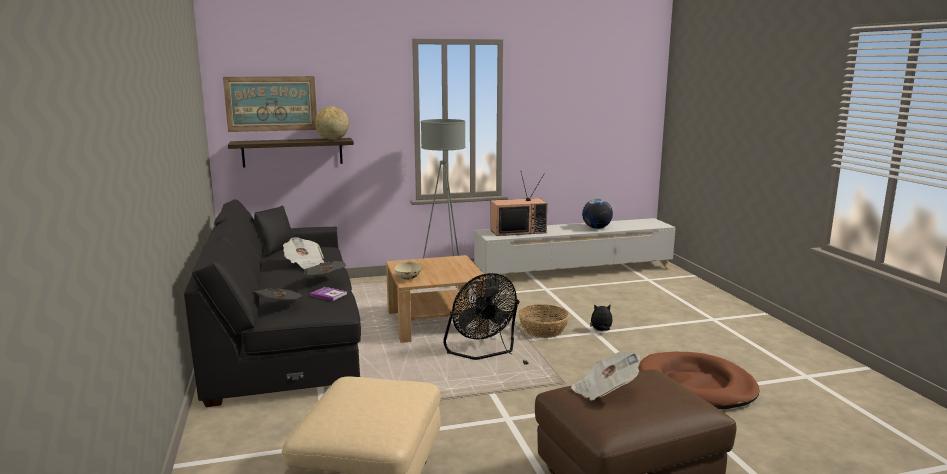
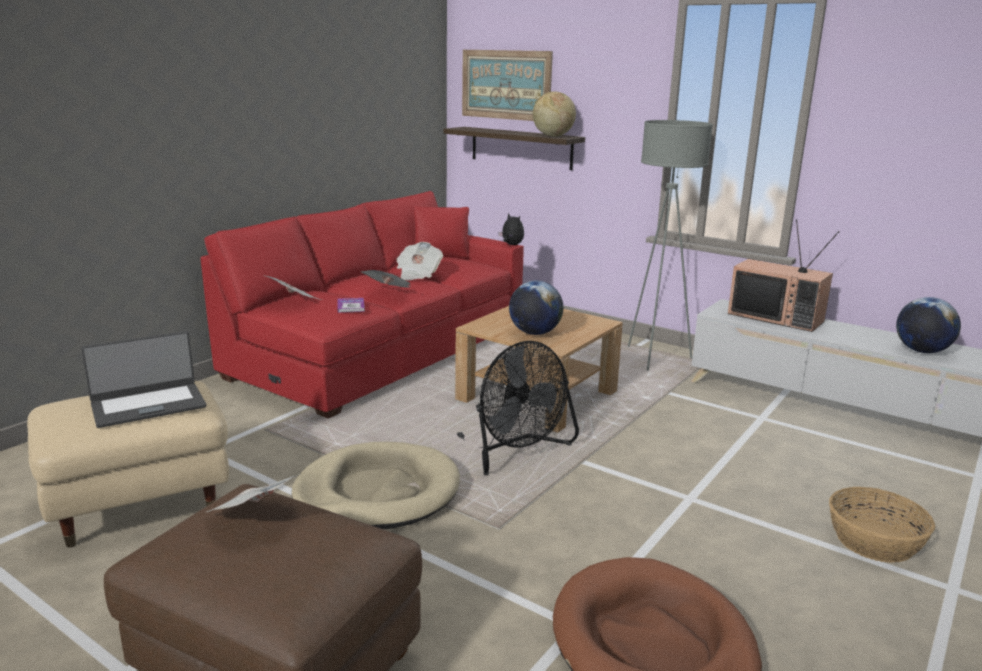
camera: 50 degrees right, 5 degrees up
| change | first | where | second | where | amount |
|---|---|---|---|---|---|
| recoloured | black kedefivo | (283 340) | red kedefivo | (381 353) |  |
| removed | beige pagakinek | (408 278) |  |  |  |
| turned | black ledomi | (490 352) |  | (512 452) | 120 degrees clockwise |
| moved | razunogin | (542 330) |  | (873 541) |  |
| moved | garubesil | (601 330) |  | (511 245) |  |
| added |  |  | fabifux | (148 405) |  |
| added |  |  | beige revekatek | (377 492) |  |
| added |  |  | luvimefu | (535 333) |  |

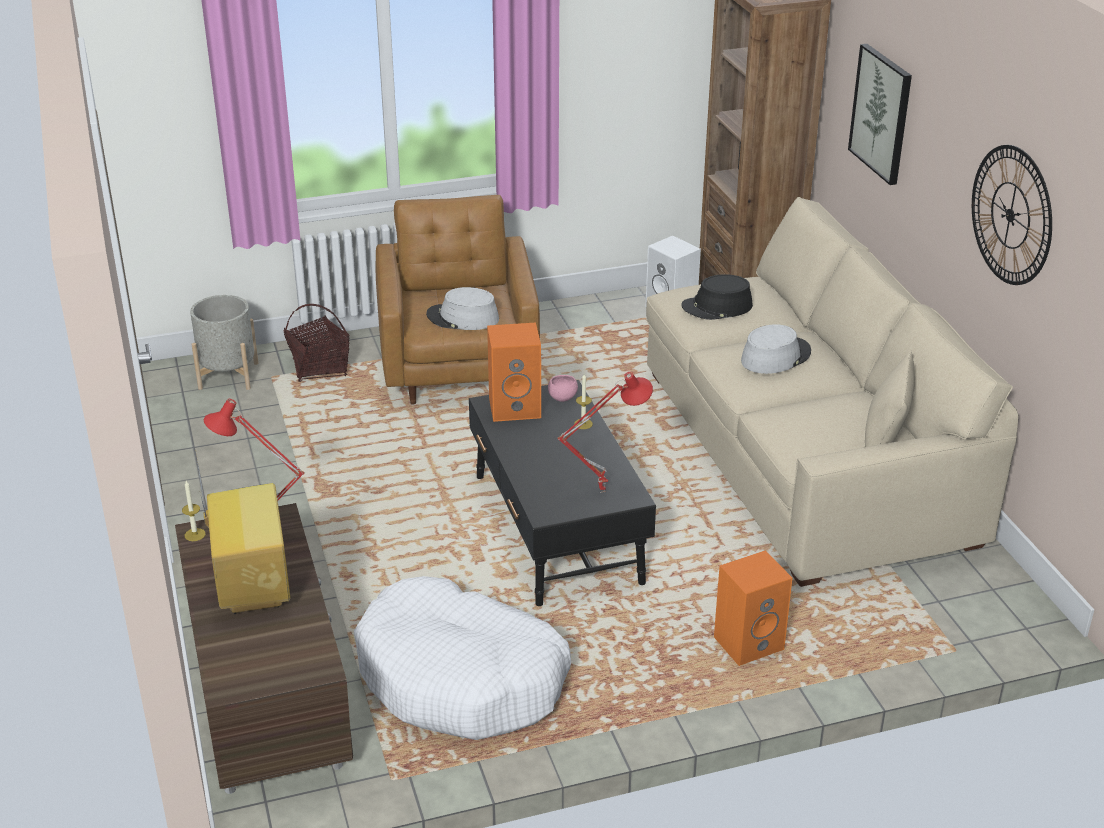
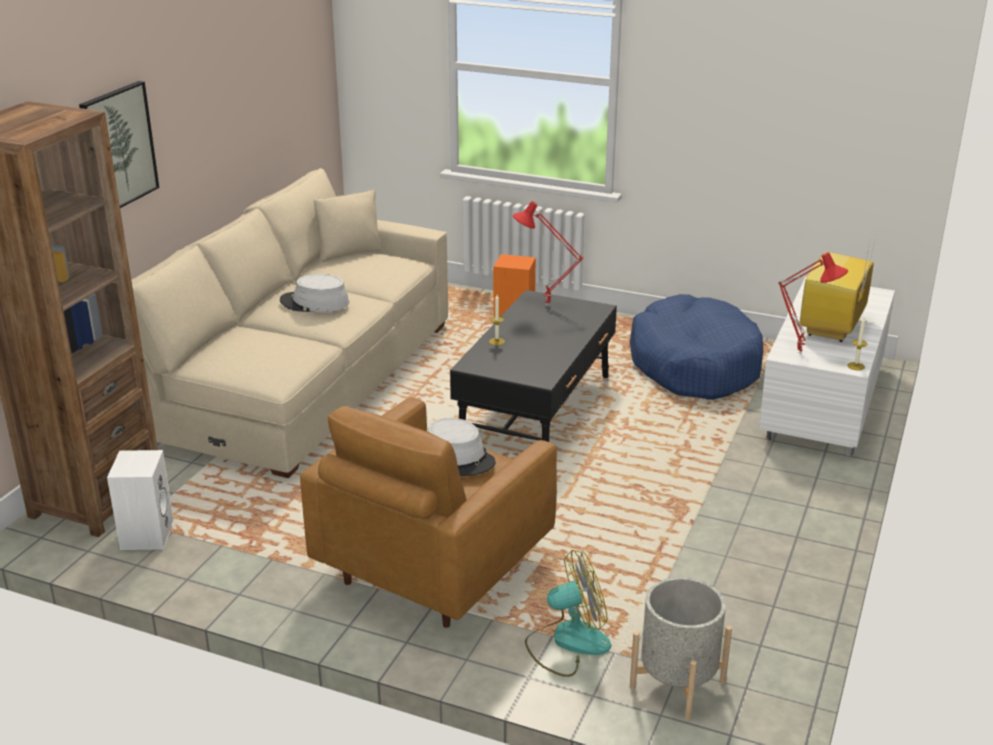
camera: 140 degrees left, 5 degrees down
| change | first | where | second | where | amount |
|---|---|---|---|---|---|
| recoloured | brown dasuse | (268 689) | white dasuse | (822 403) |  |
| replaced | razunogin | (320 368) | ledomi | (567 642) |  |
| recoloured | white revekatek | (461 678) | blue revekatek | (694 365) |  |
| removed | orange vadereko | (516 407) |  |  |  |
| removed | pink pagakinek | (563 398) |  |  |  |
| removed | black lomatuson | (717 307) |  |  |  |
| removed | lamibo | (1010 215) |  |  |  |

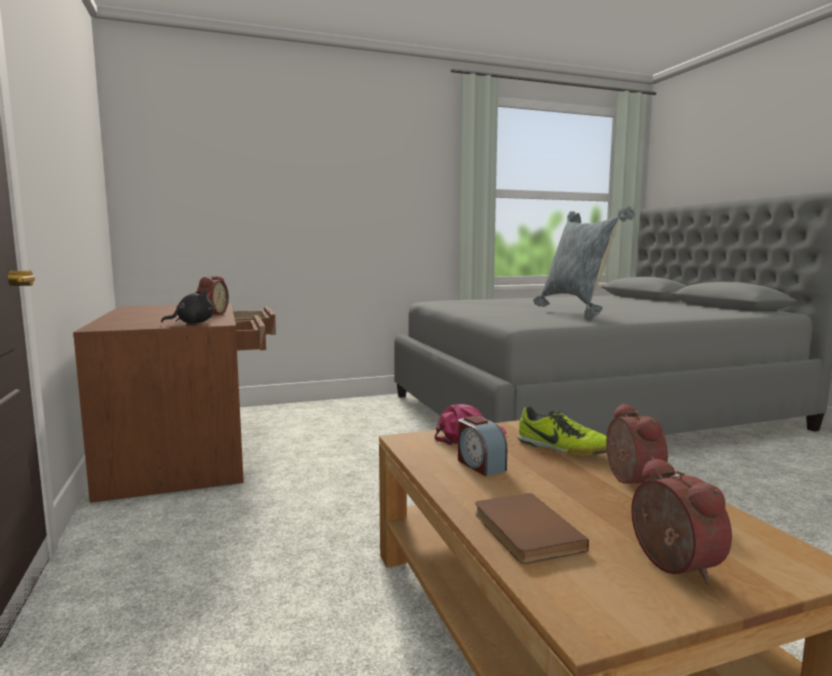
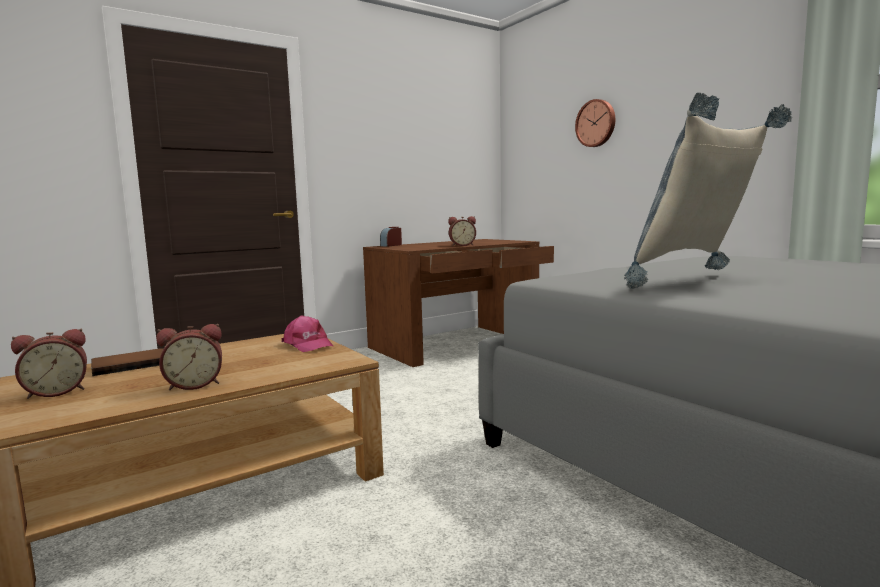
camera: 75 degrees right, 0 degrees up
| change | first | where | second | where | amount |
|---|---|---|---|---|---|
| removed | black garubesil | (192 323) |  |  |  |
| moved | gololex | (480 465) |  | (391 245) |  |
| removed | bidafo | (563 449) |  |  |  |
| added |  |  | lamibo | (596 123) |  |

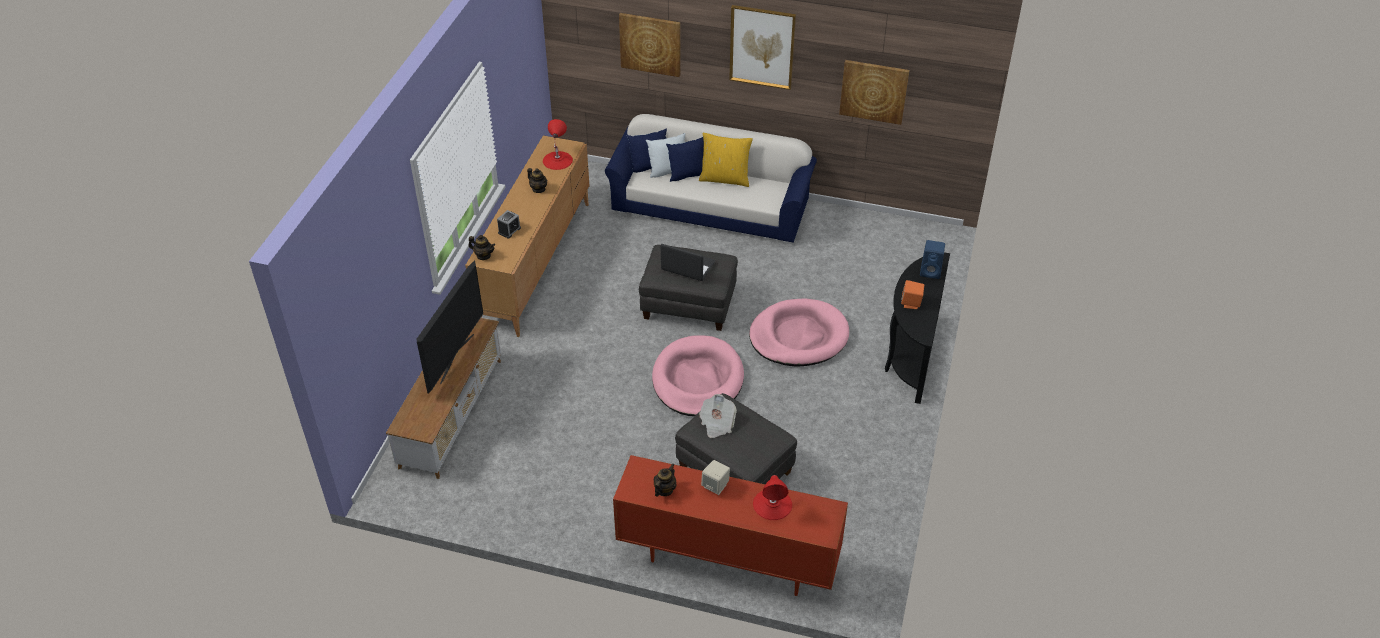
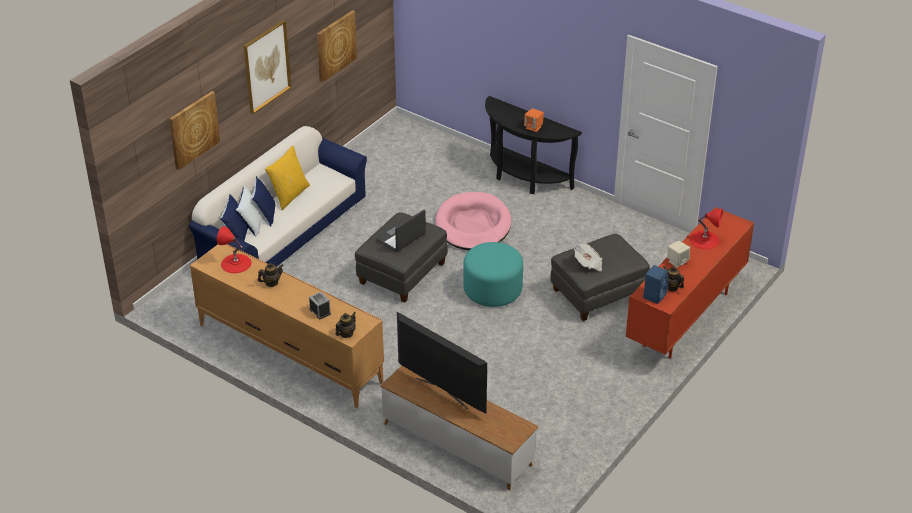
camera: 70 degrees left, 5 degrees down
| change | first | where | second | where | amount |
|---|---|---|---|---|---|
| replaced | pink revekatek | (698 380) | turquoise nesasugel | (493 290) |  |
| moved | blue vadereko | (931 272) |  | (654 295) |  |

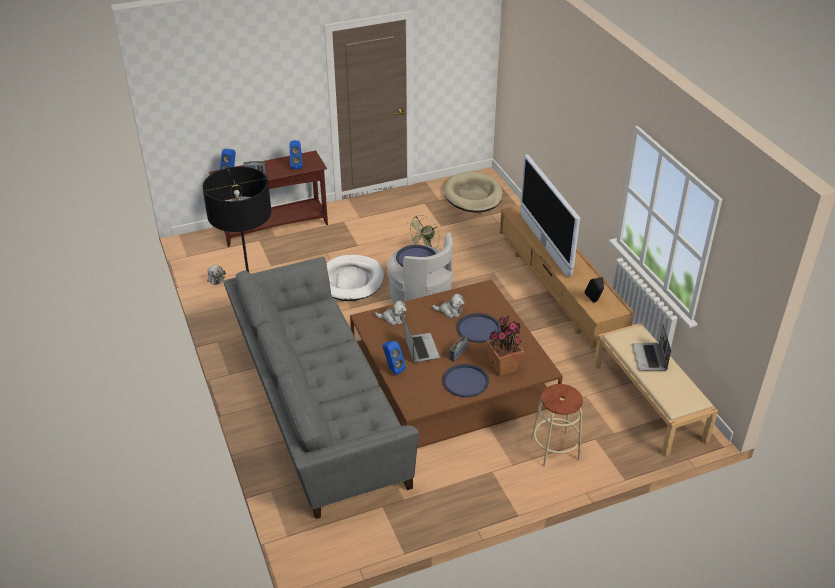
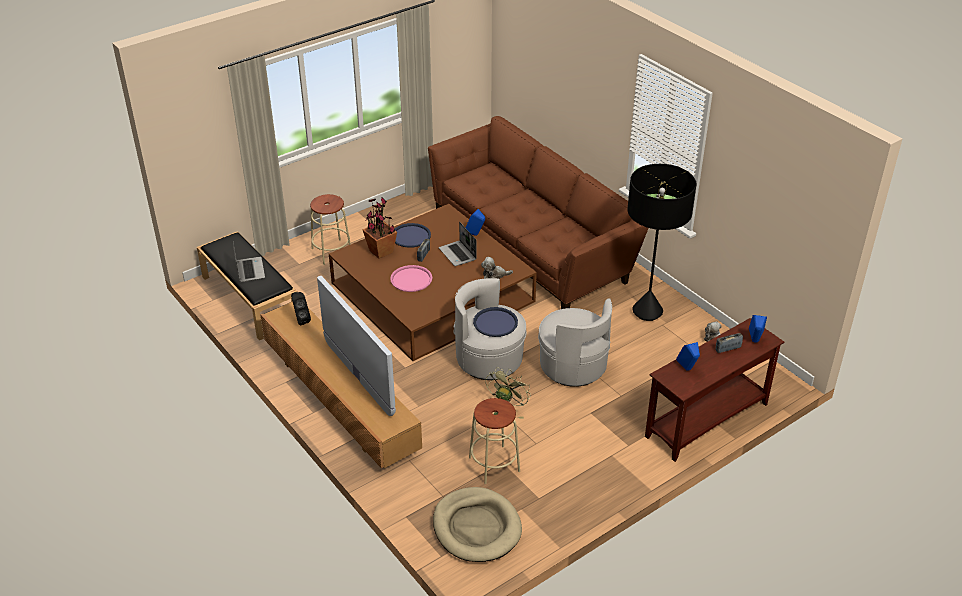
camera: 165 degrees right, 0 degrees up
| change | first | where | second | where | amount |
|---|---|---|---|---|---|
| recoloured | grey kedefivo | (317 413) | brown kedefivo | (532 244) |  |
| replaced | white revekatek | (351 281) | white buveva | (572 366) |  |
| removed | garubesil | (450 311) |  |  |  |
| recoloured | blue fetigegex | (478 328) | pink fetigegex | (411 279) |  |
| recoloured | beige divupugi | (649 402) | black divupugi | (249 298) |  |
| added |  |  | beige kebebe | (494 464) |  |

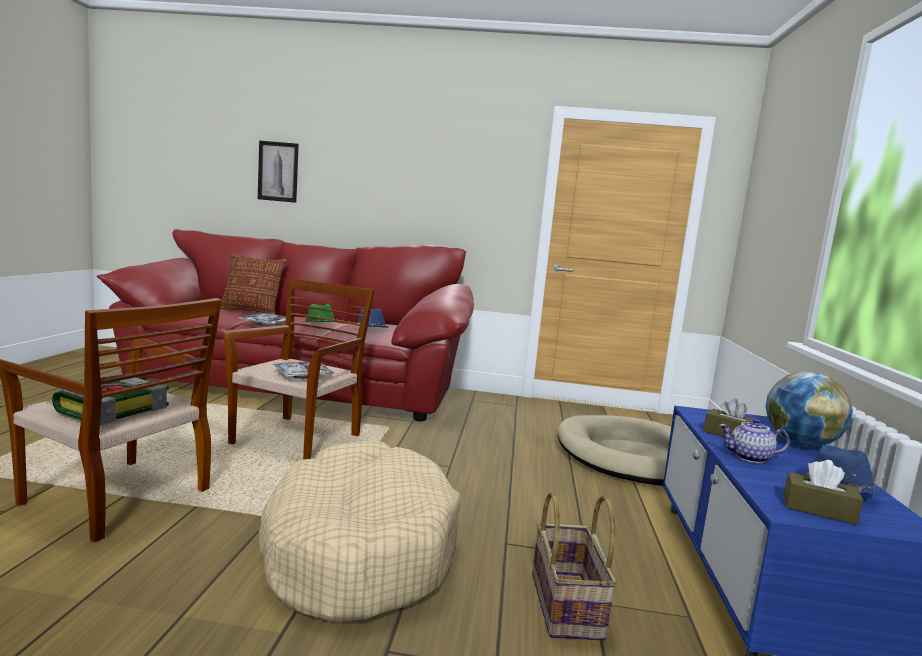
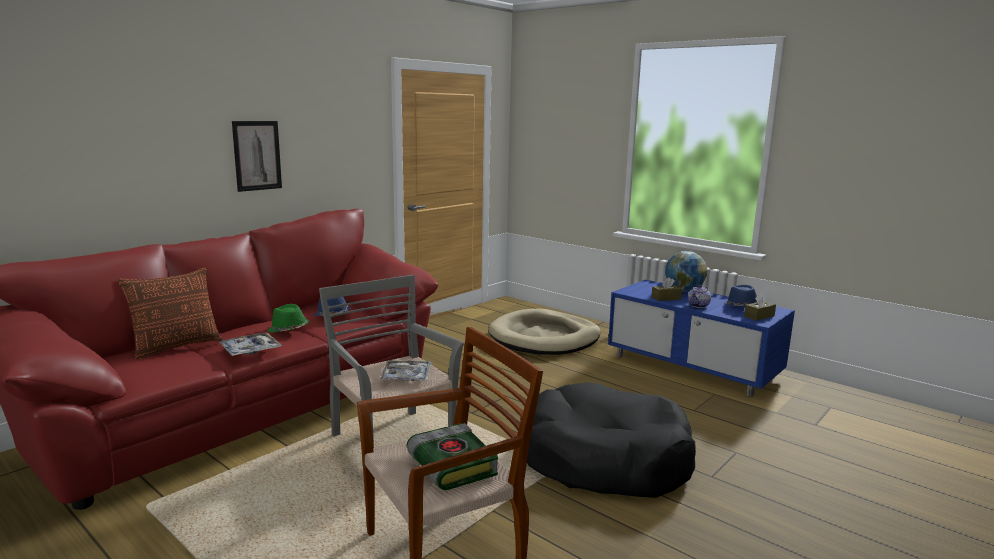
camera: 55 degrees left, 5 degrees up
| change | first | where | second | where | amount |
|---|---|---|---|---|---|
| recoloured | brown buveva | (297 439) | grey buveva | (392 440) |  |
| moved | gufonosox | (278 171) |  | (257 155) |  |
| recoloured | beige revekatek | (358 549) | black revekatek | (603 459) |  |
| removed | razunogin | (568 605) |  |  |  |

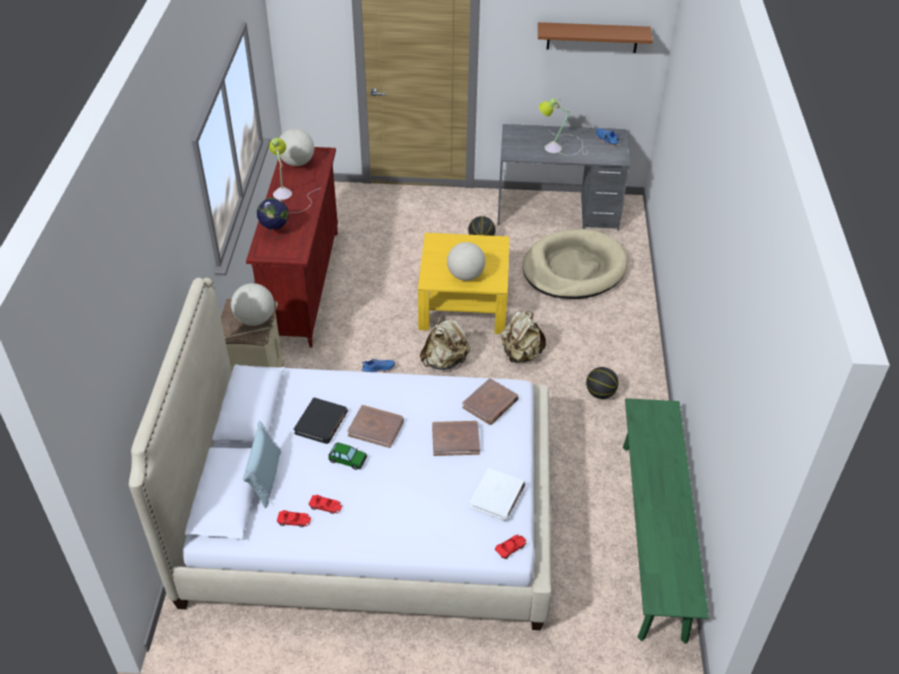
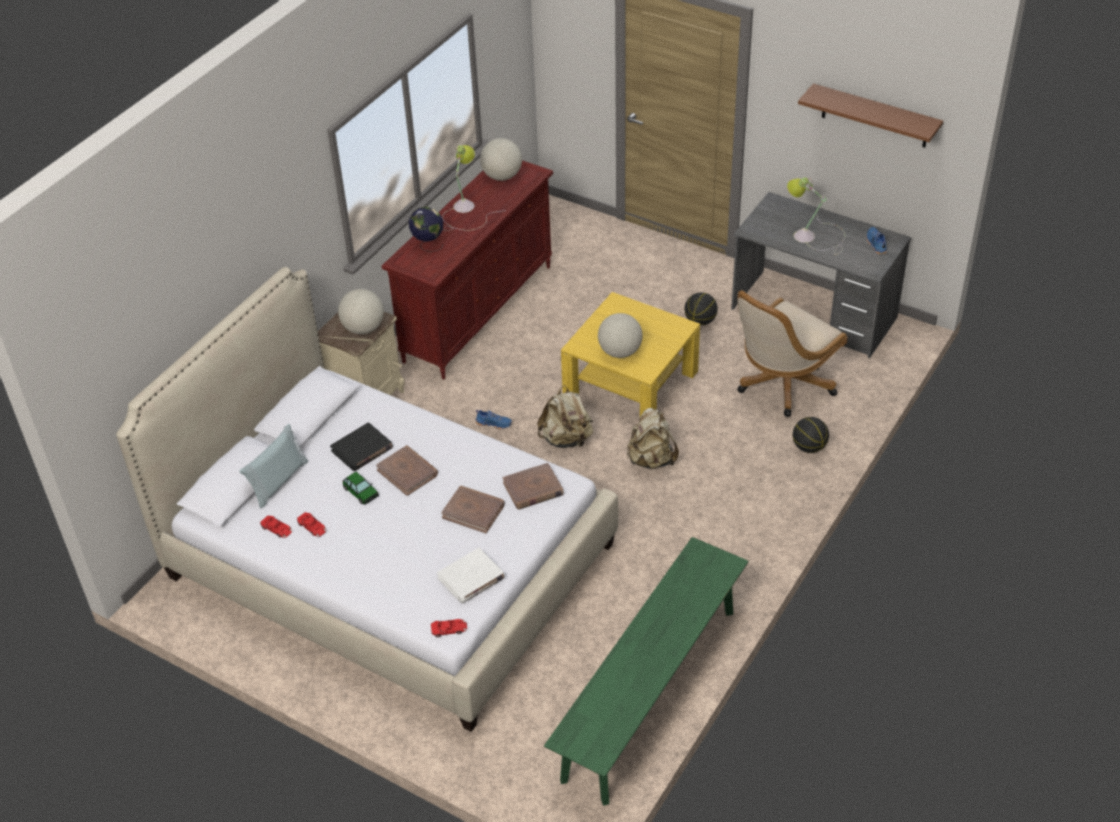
camera: 30 degrees right, 0 degrees up
| change | first | where | second | where | amount |
|---|---|---|---|---|---|
| replaced | beige revekatek | (573 269) | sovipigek | (781 386) |  |
| moved | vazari | (600 393) |  | (809 447) |  |

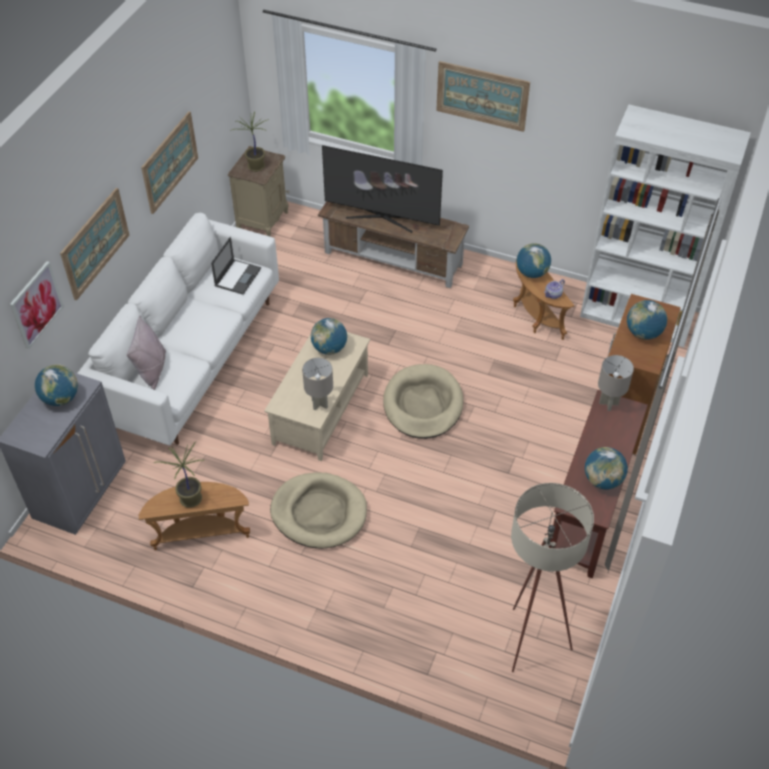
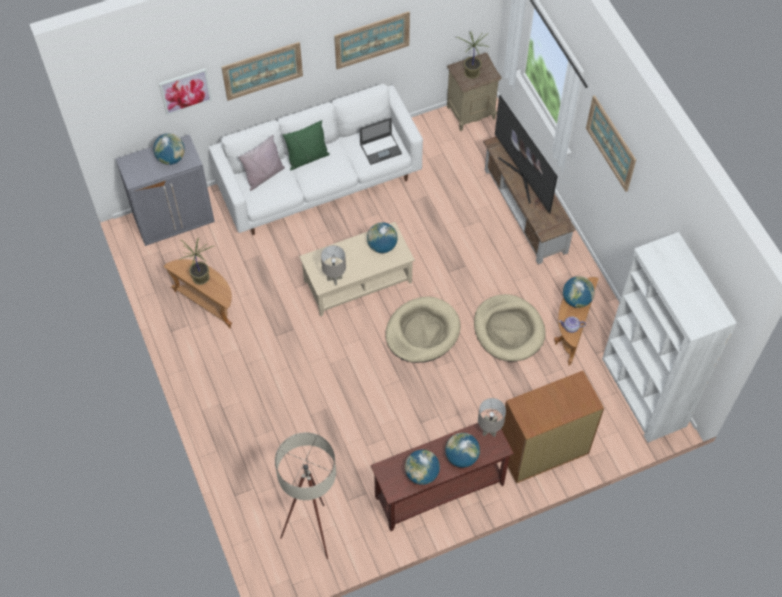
camera: 45 degrees right, 10 degrees up
| change | first | where | second | where | amount |
|---|---|---|---|---|---|
| moved | beige revekatek | (319 512) |  | (508 330) |  |
| moved | luvimefu | (643 333) |  | (461 457) |  |
| added |  |  | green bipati | (307 158) |  |

